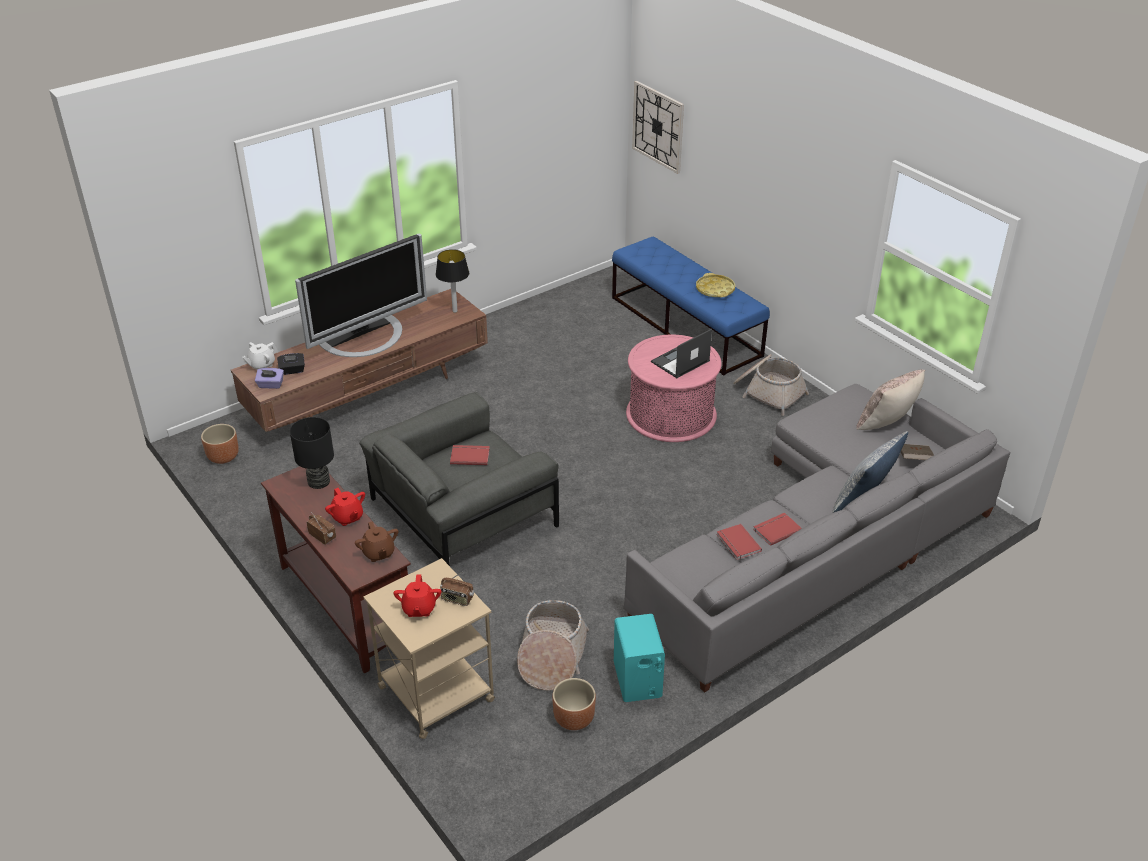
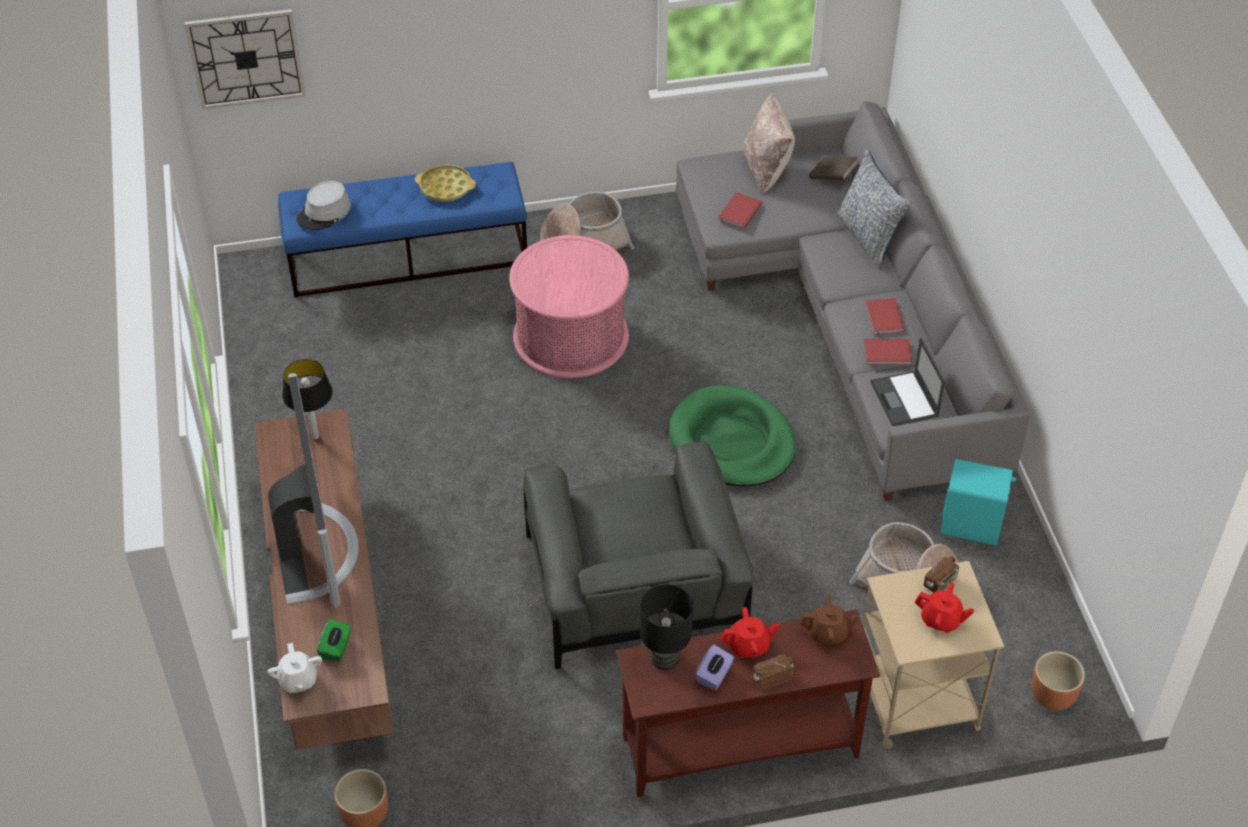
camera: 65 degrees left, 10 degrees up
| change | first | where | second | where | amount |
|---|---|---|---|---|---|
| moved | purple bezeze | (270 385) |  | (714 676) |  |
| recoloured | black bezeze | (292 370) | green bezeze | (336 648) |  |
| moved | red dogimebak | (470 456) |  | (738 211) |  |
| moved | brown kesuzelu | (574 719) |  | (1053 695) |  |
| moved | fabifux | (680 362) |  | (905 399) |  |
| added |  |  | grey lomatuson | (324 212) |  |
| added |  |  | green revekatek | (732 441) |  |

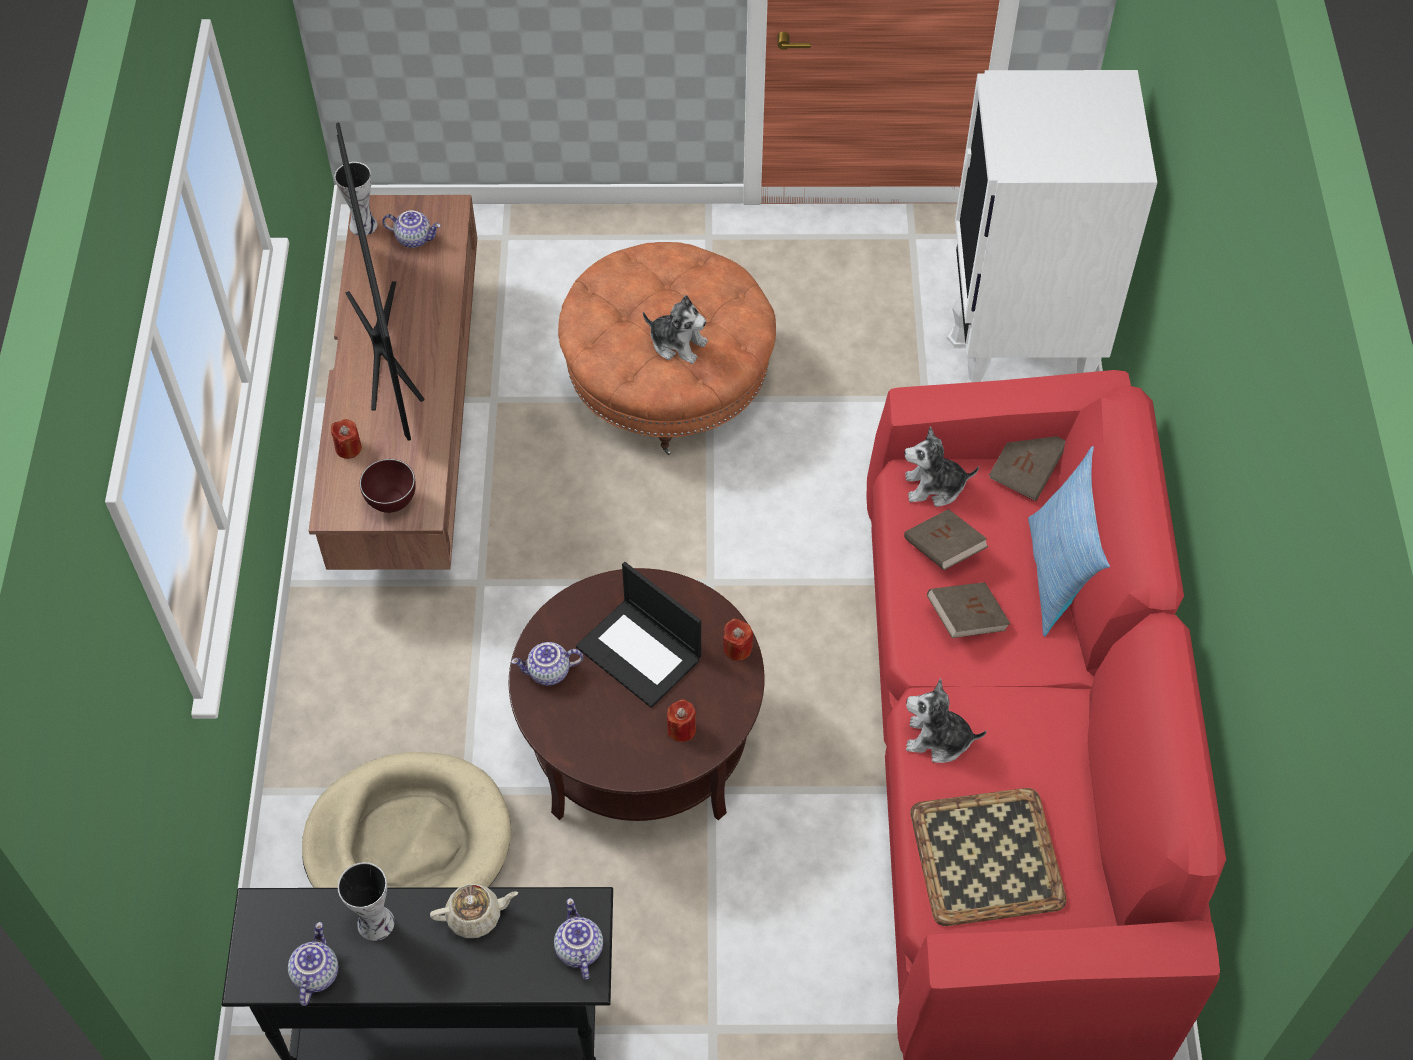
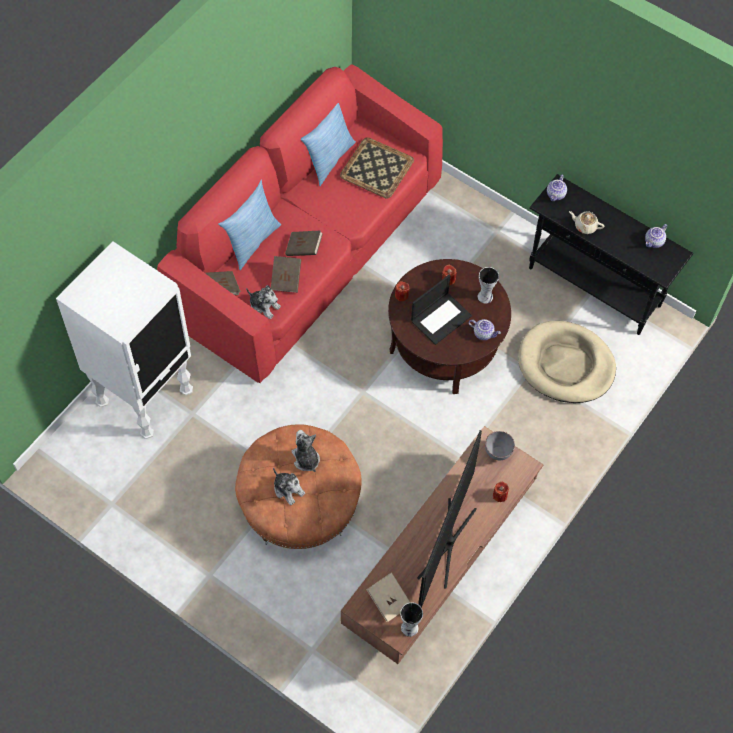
camera: 145 degrees left, 5 degrees up
| change | first | where | second | where | amount |
|---|---|---|---|---|---|
| moved | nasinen | (376 925) |  | (485 296) |  |
| recoloured | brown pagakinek | (392 502) | grey pagakinek | (497 453) |  |
| replaced | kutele | (414 238) | beige dogimebak | (389 600) |  |
| turned | fabifux | (640 653) |  | (441 318) | 60 degrees clockwise |
| moved | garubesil | (938 739) |  | (288 489) |  |
| added |  |  | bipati | (328 159) |  |

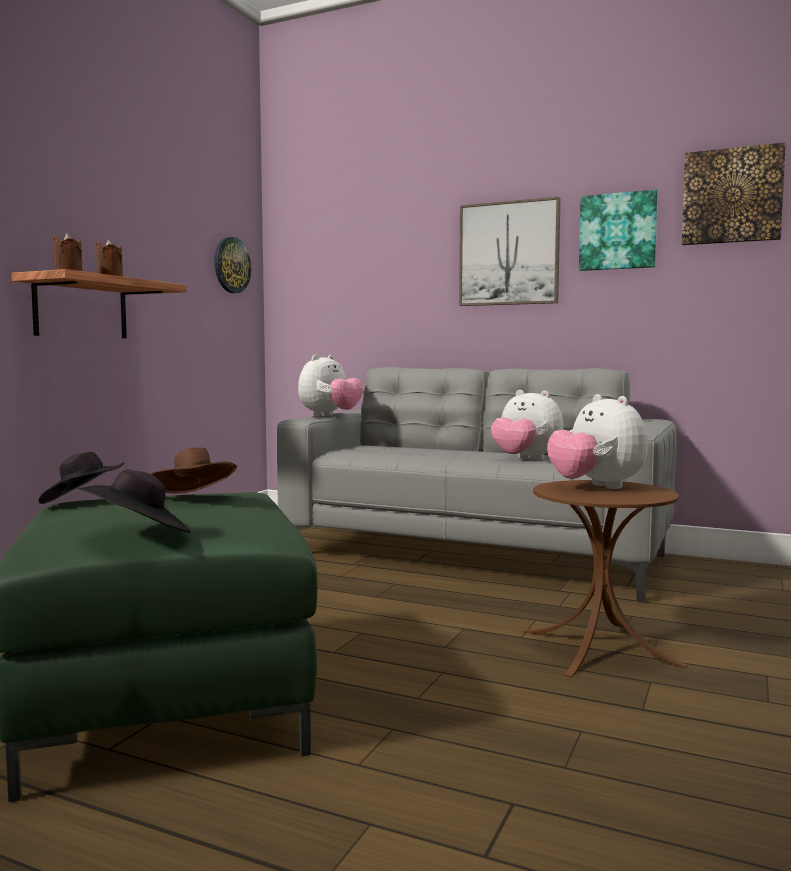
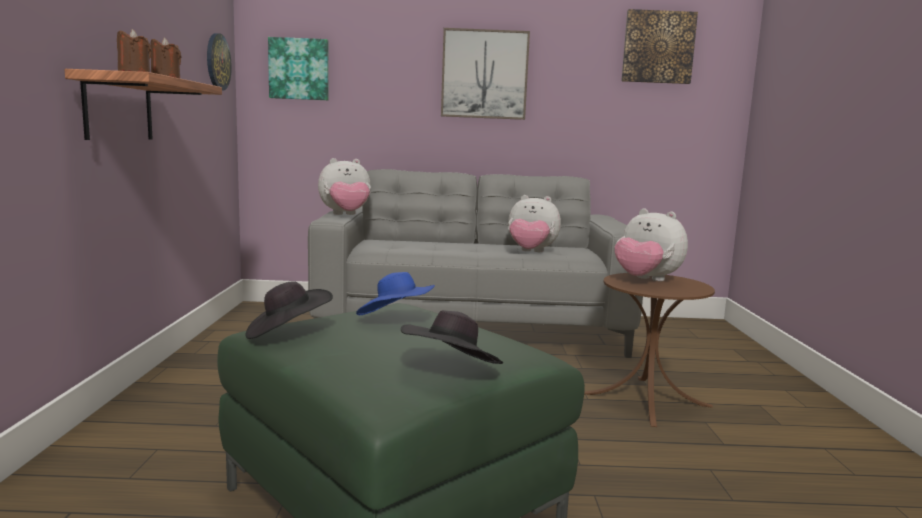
camera: 25 degrees left, 5 degrees up
| change | first | where | second | where | amount |
|---|---|---|---|---|---|
| recoloured | brown lomatuson | (194 498) | blue lomatuson | (396 320) |  |
| turned | garubesil | (330 416) |  | (346 215) | 60 degrees clockwise |
| moved | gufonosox | (618 232) |  | (299 69) |  |

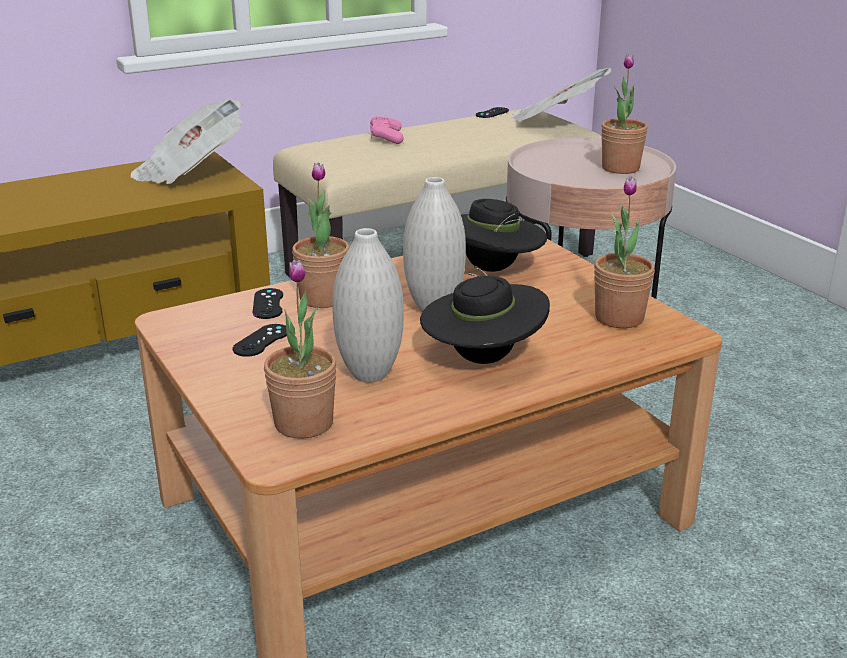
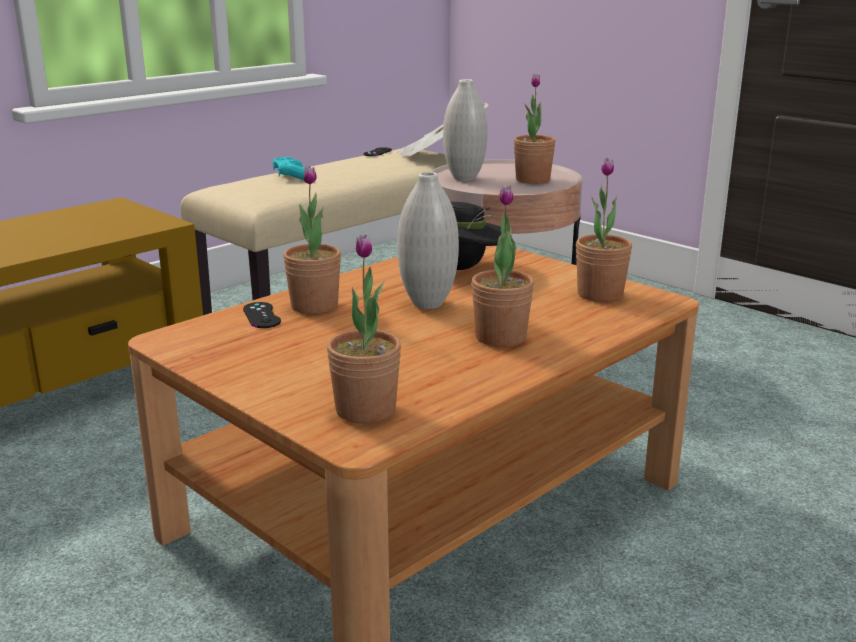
camera: 15 degrees left, 5 degrees down
| change | first | where | second | where | amount |
|---|---|---|---|---|---|
| removed | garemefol | (190 172) |  |  |  |
| removed | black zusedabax | (261 340) |  |  |  |
| moved | white nasinen | (369 374) |  | (464 178) |  |
| recoloured | pink zusedabax | (386 137) | turquoise zusedabax | (291 176) |  |
| replaced | black lomatuson | (482 358) | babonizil | (500 337) |  |

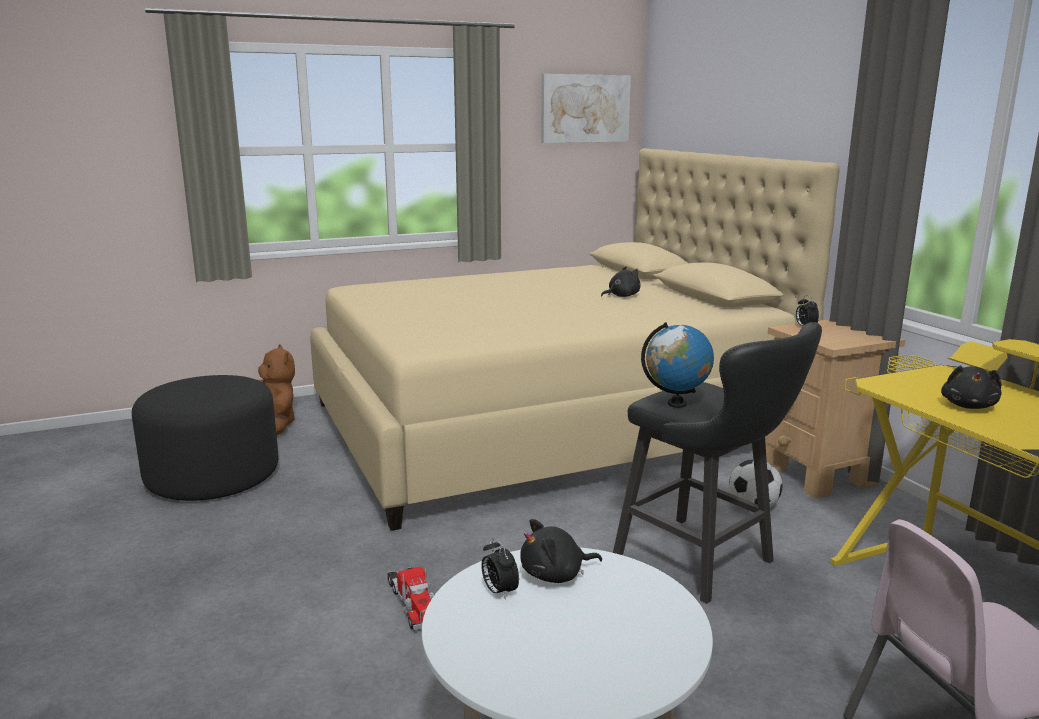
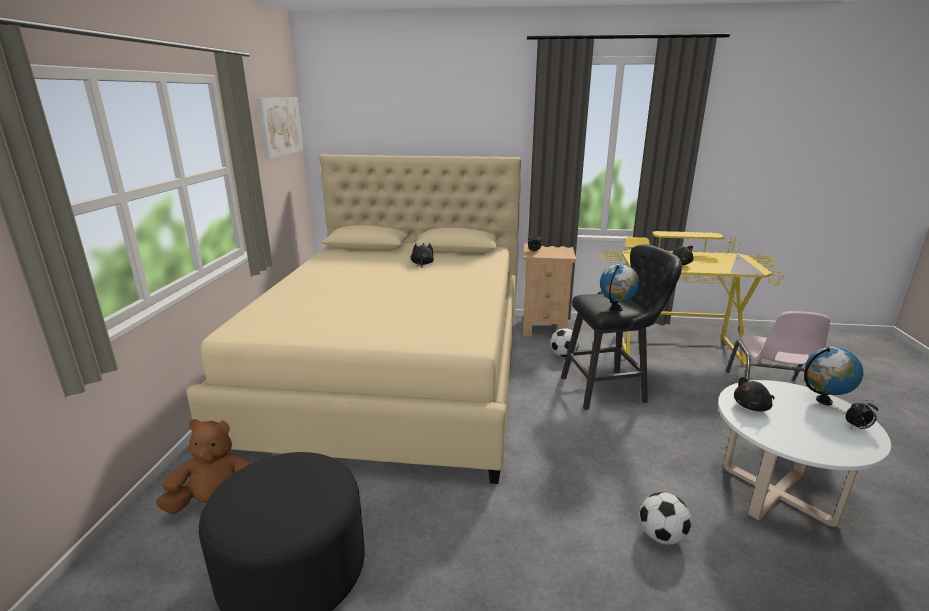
camera: 60 degrees left, 5 degrees up
| change | first | where | second | where | amount |
|---|---|---|---|---|---|
| removed | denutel | (413 603) |  |  |  |
| moved | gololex | (499 591) |  | (857 427) |  |
| turned | black garubesil | (556 575) |  | (752 407) | 60 degrees clockwise |
| added |  |  | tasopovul | (661 536) |  |
| added |  |  | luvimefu | (824 401) |  |

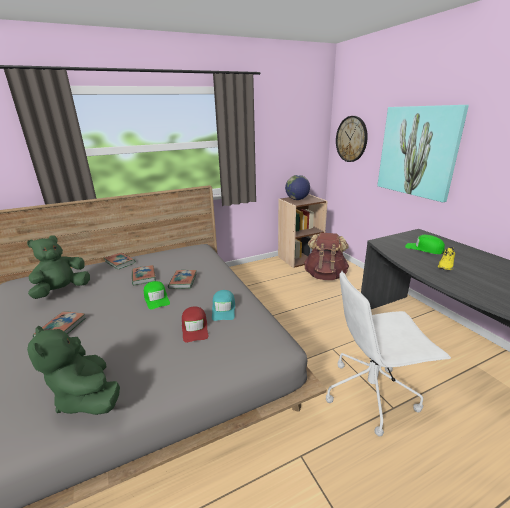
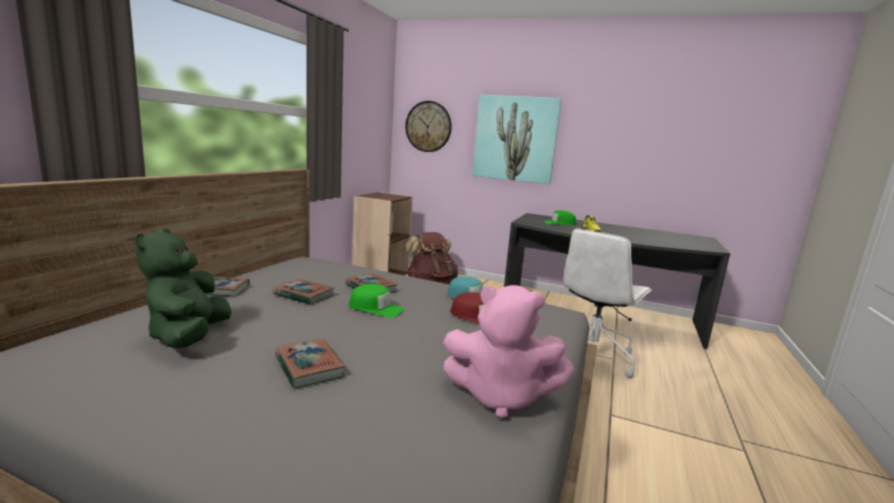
camera: 45 degrees left, 10 degrees down
| change | first | where | second | where | amount |
|---|---|---|---|---|---|
| recoloured | green garubesil | (87 397) | pink garubesil | (501 396) |  |
| removed | luvimefu | (297 199) |  |  |  |

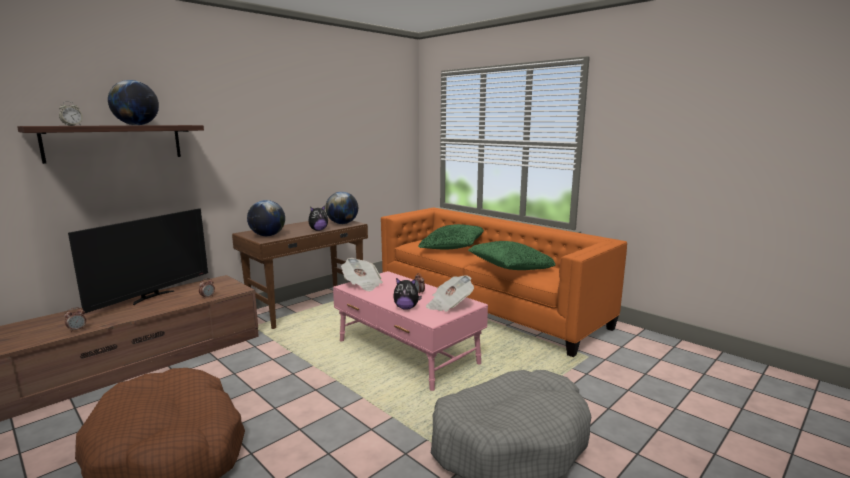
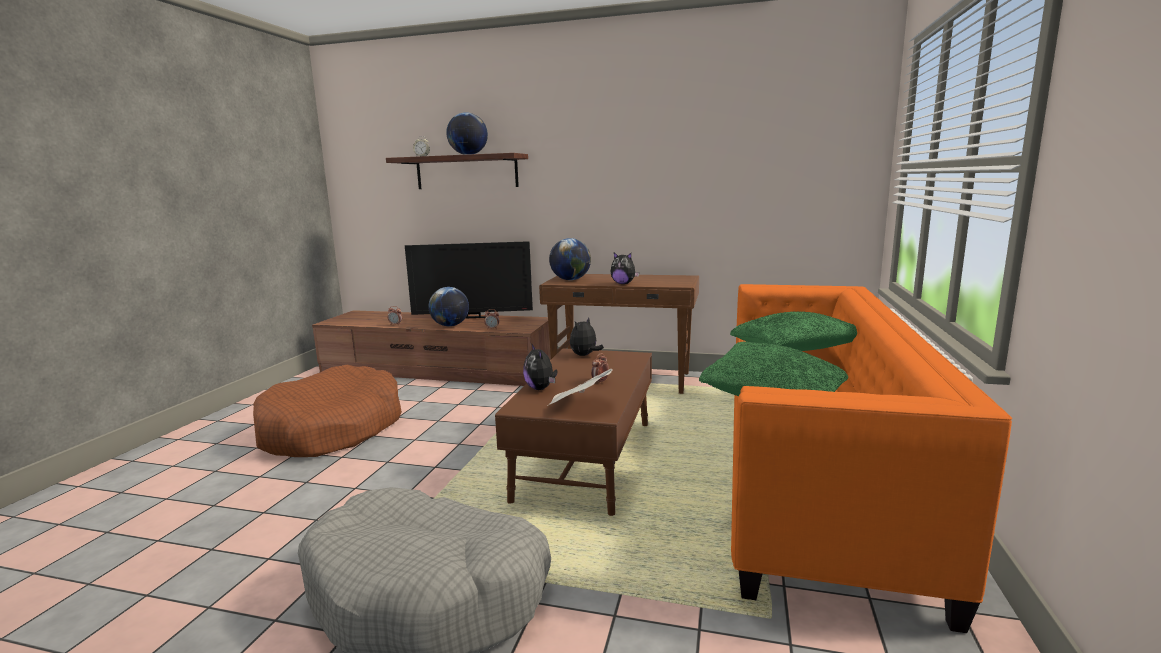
camera: 60 degrees right, 0 degrees up
| change | first | where | second | where | amount |
|---|---|---|---|---|---|
| moved | luvimefu | (342 223) |  | (450 325) |  |
| recoloured | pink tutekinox | (407 352) | brown tutekinox | (586 460) |  |
| replaced | garemefol | (362 285) | garubesil | (585 355) |  |

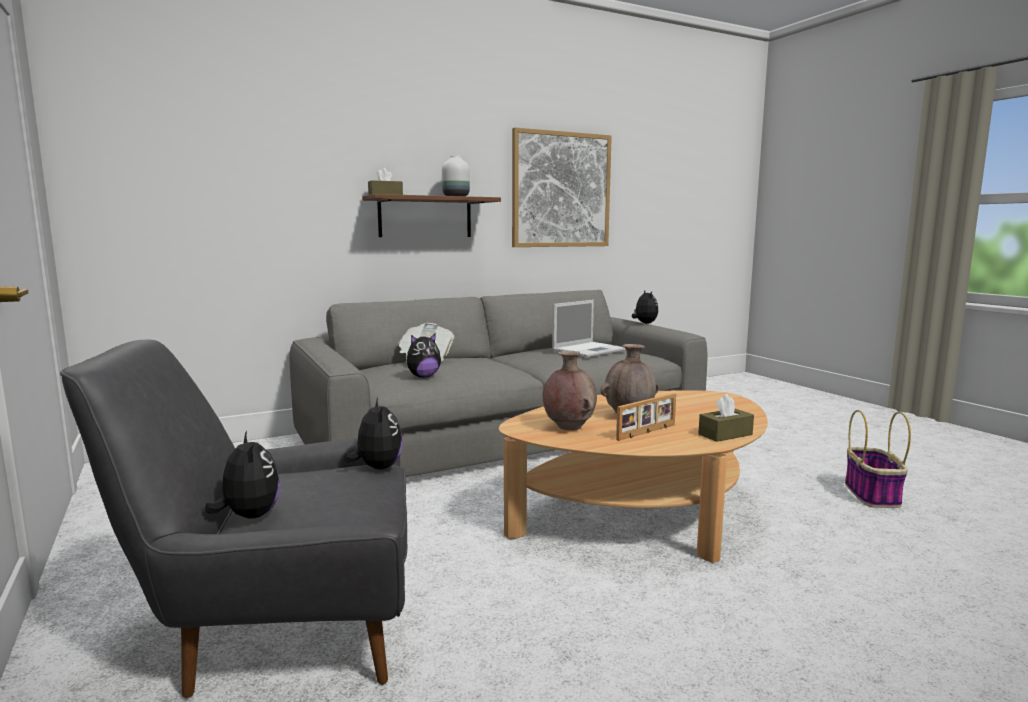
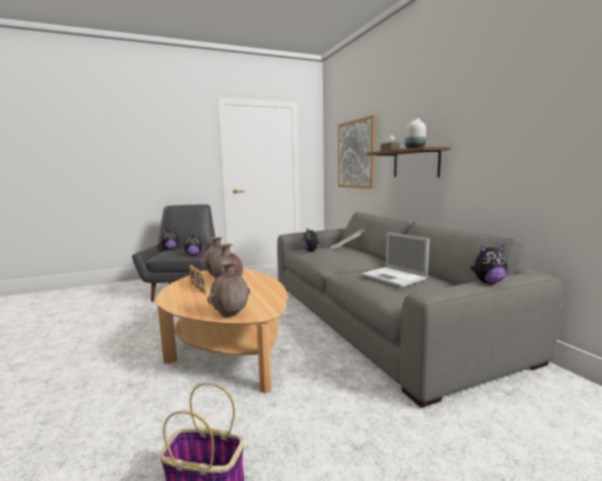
camera: 95 degrees right, 0 degrees up
| change | first | where | second | where | amount |
|---|---|---|---|---|---|
| moved | gufonosox | (561 190) |  | (356 154) |  |
| removed | brown bezeze | (725 434) |  |  |  |
| added |  |  | brown nasinen | (230 314) |  |

